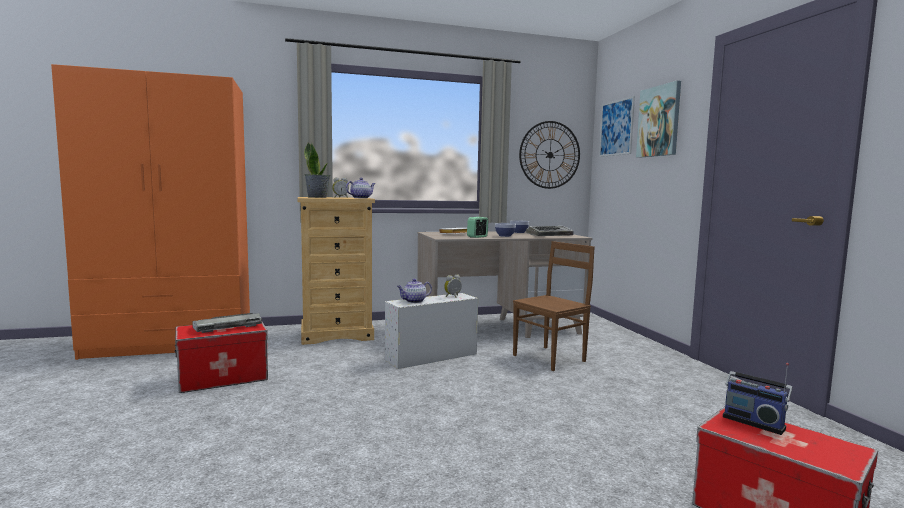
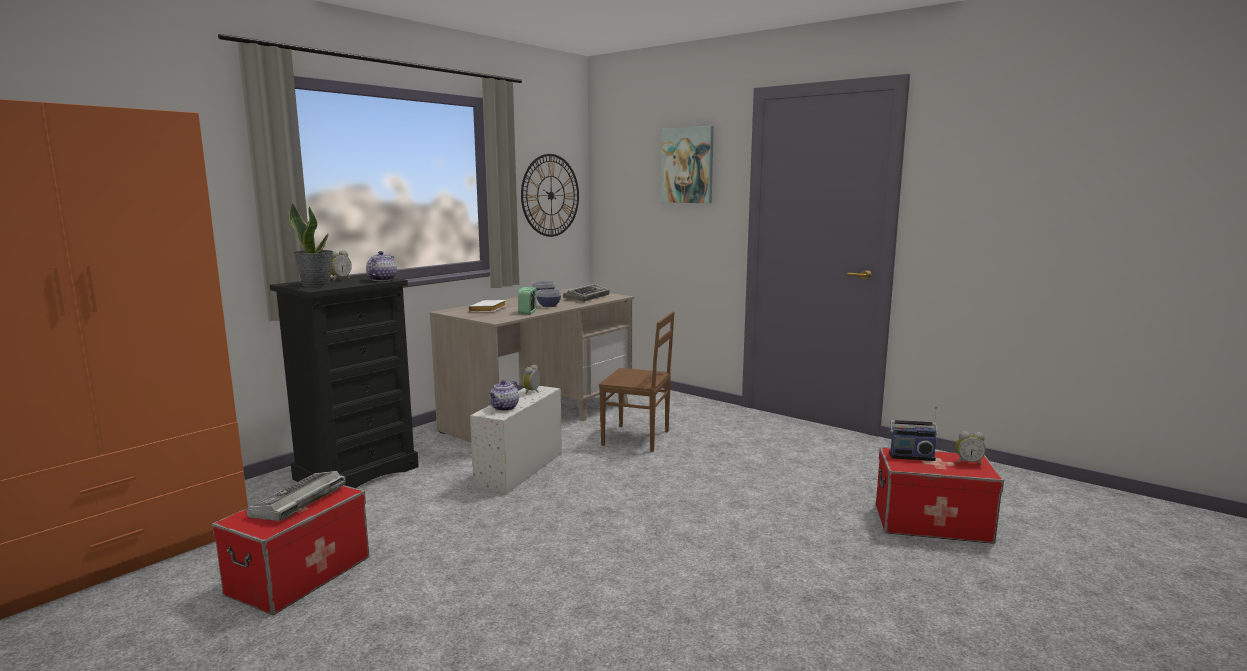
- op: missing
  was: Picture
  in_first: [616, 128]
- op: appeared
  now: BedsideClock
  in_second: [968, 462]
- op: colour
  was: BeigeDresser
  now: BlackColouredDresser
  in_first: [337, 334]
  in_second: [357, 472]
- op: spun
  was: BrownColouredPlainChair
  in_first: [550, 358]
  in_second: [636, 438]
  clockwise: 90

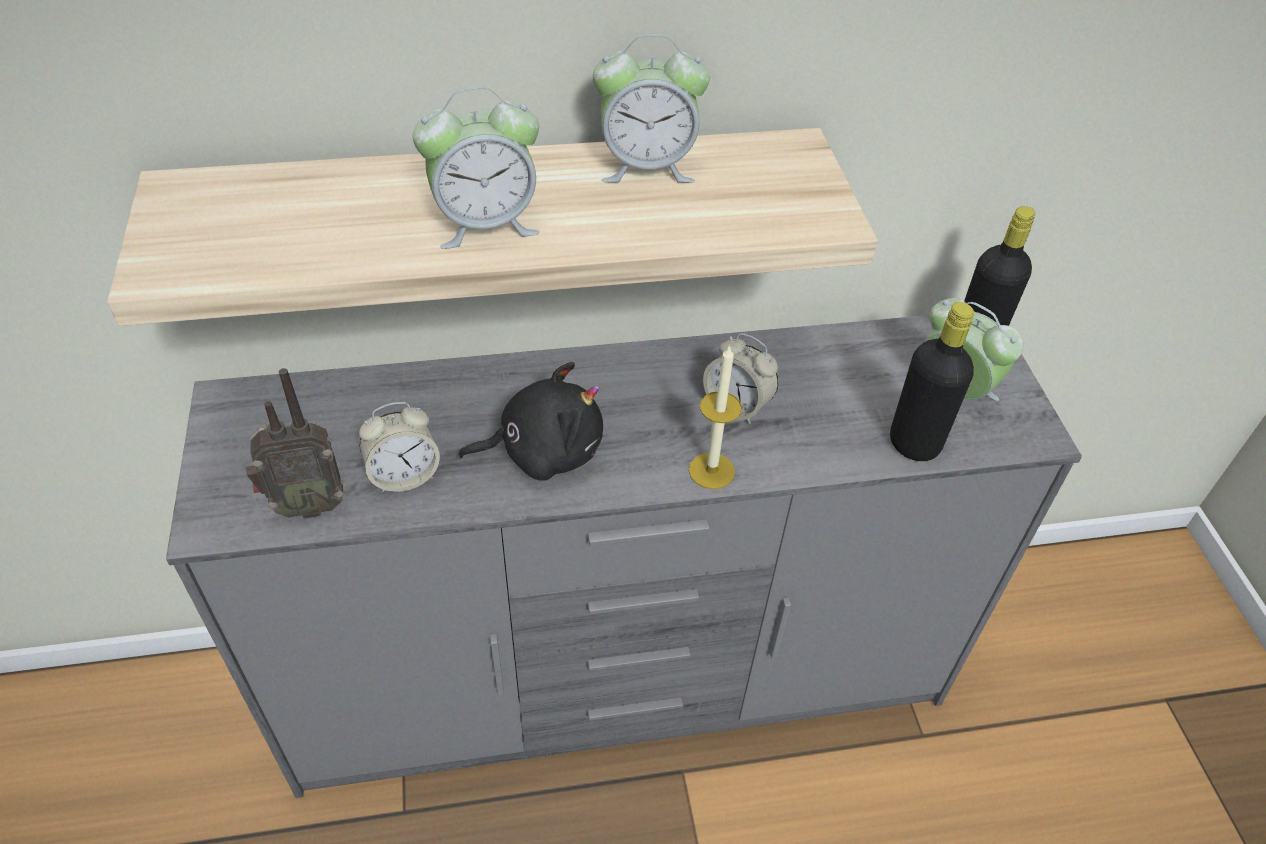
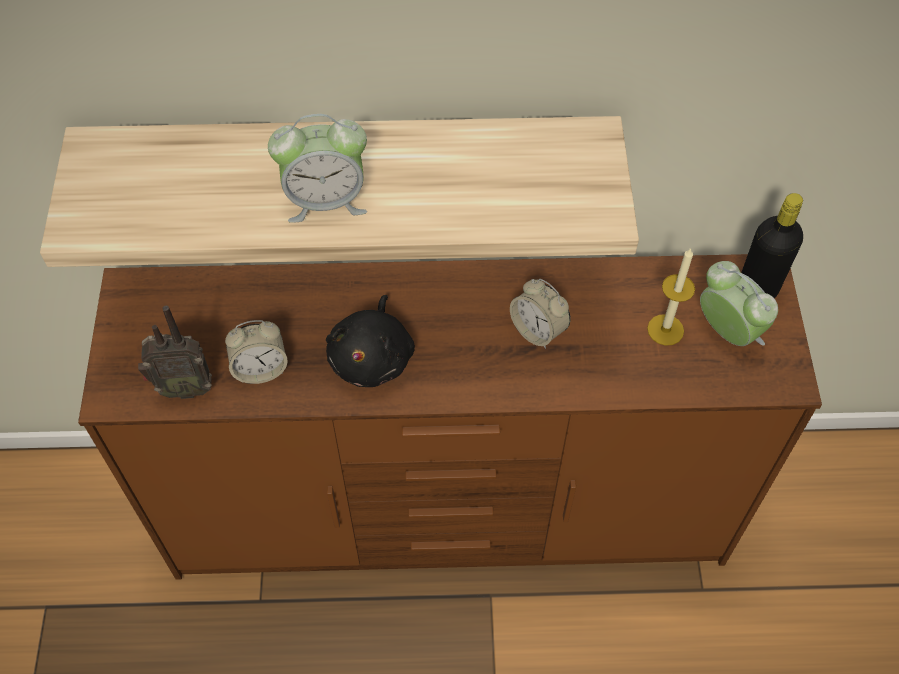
- op: missing
  was: BedsideClock
  in_first: [647, 167]
- op: missing
  was: BlackColouredDrinkBottle
  in_first: [914, 443]
- op: relocated
  was: Candle
  in_first: [711, 470]
  in_second: [665, 330]
- op: colour
  was: GreyishDresser
  now: BrownColouredDresser
  in_first: [622, 680]
  in_second: [451, 512]
- op: spun
  was: BlackColouredPlushToy
  in_first: [543, 451]
  in_second: [373, 357]
  clockwise: 105

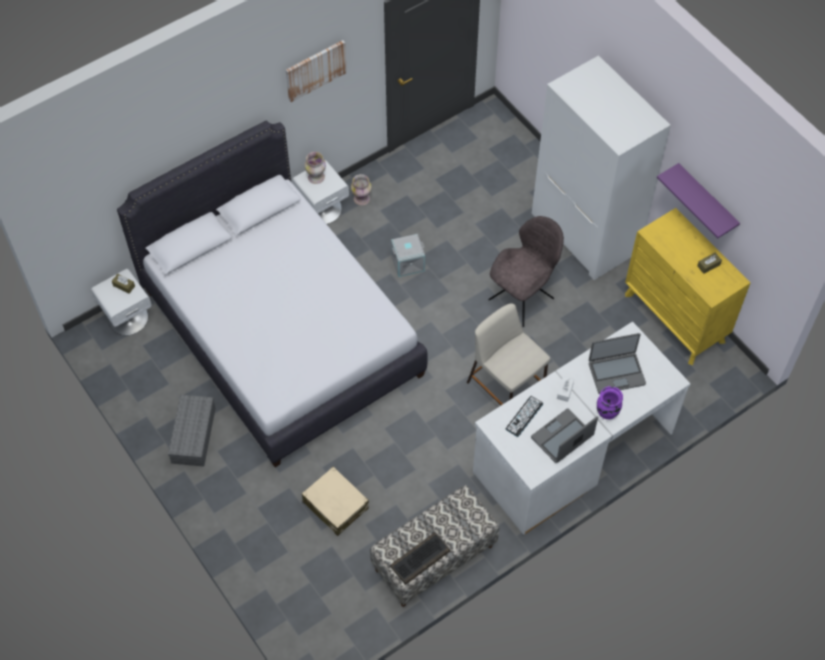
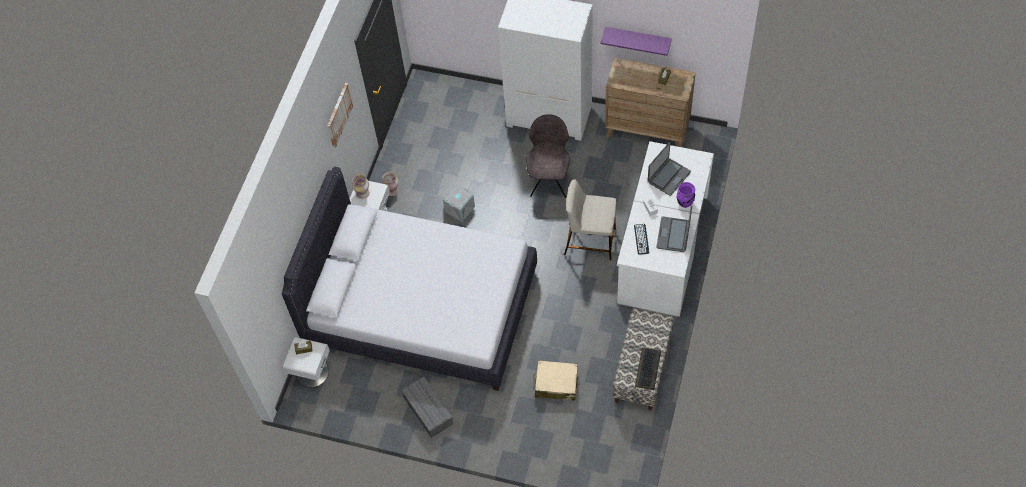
- op: colour
  was: YellowishDresser
  now: BrownColouredDresser
  in_first: [674, 318]
  in_second: [647, 130]

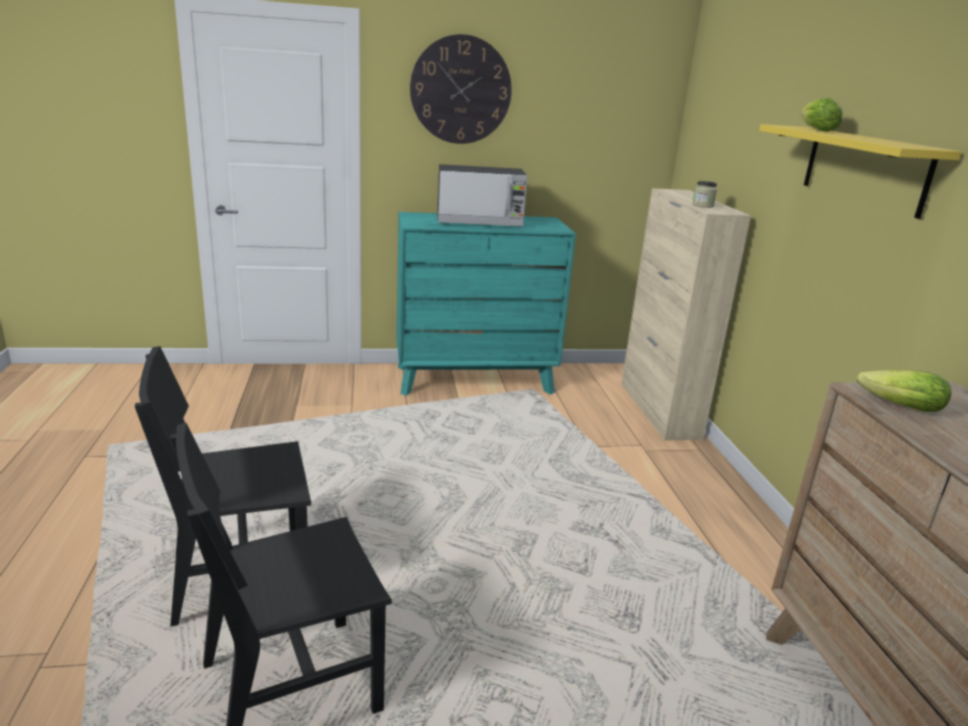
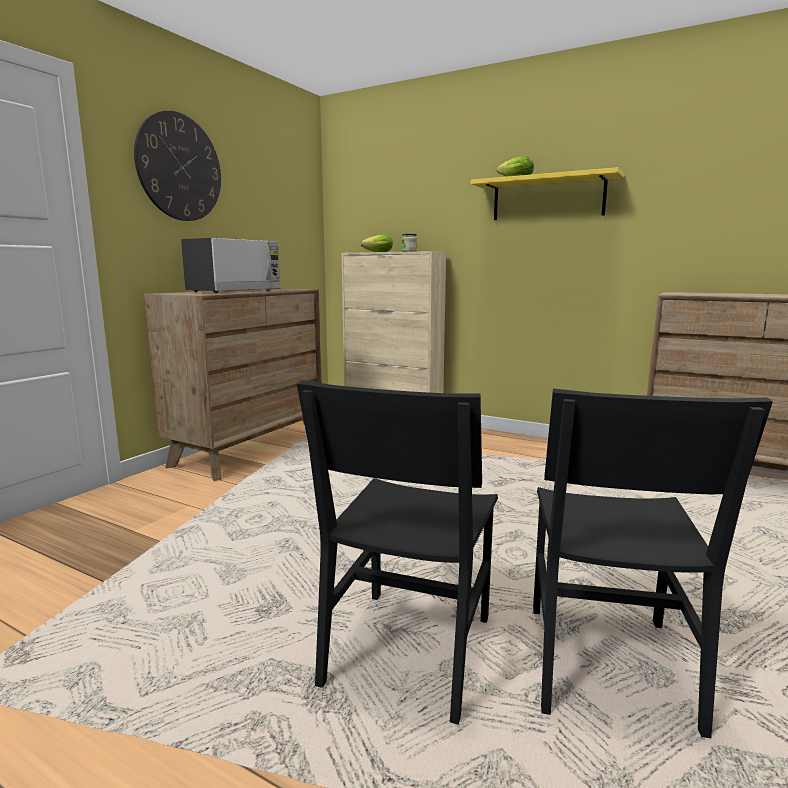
- op: relocated
  was: HeadOfLettuce
  in_first: [895, 405]
  in_second: [376, 252]
- op: colour
  was: TurquoiseDresser
  now: BrownColouredDresser
  in_first: [474, 379]
  in_second: [249, 450]

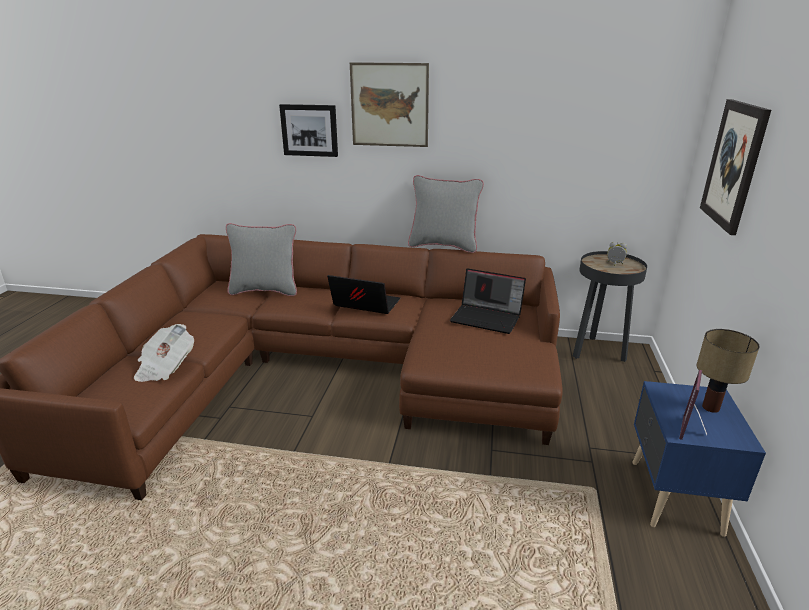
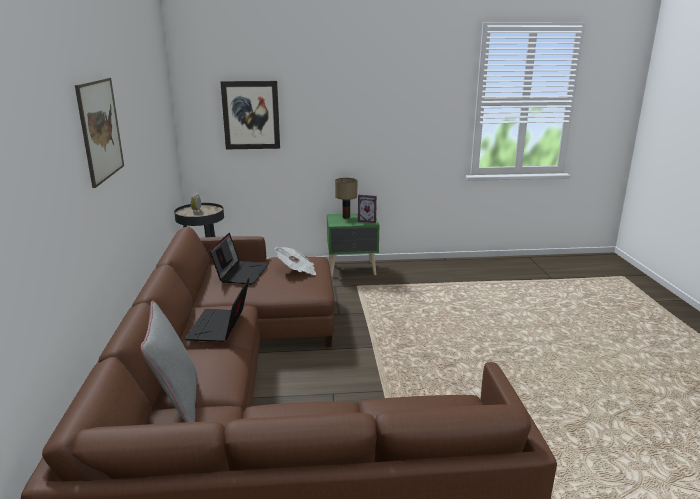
- op: missing
  was: Picture
  in_first: [309, 130]
- op: missing
  was: GreyishCushion
  in_first: [443, 246]
- op: relocated
  was: Newspaper
  in_first: [165, 367]
  in_second: [297, 271]
- op: colour
  was: BlueNightTable
  now: GreenColouredNightTable
  in_first: [673, 497]
  in_second: [352, 269]

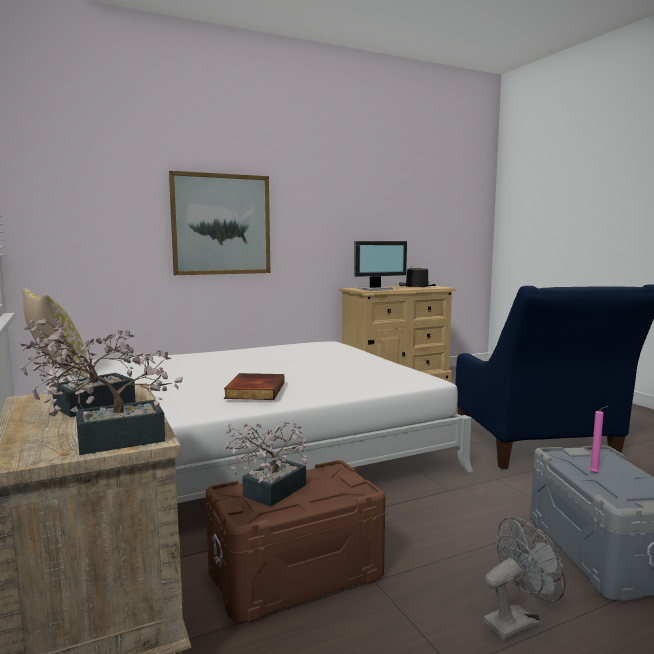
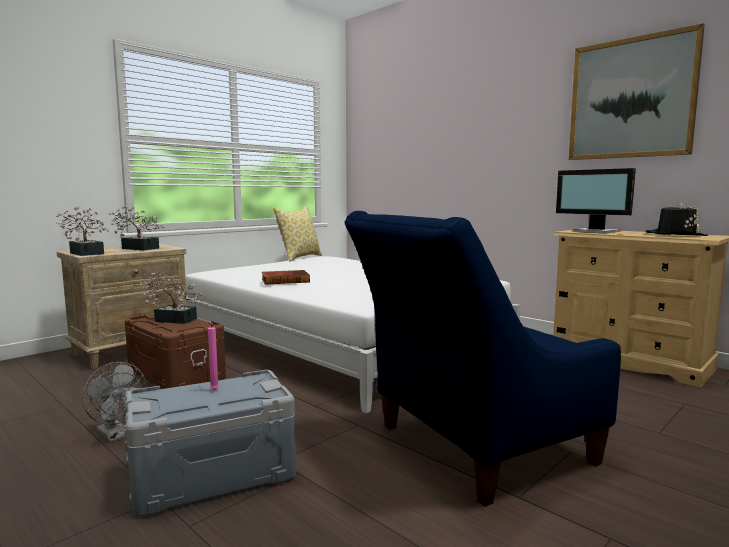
- op: relocated
  was: Picture
  in_first: [221, 224]
  in_second: [631, 98]

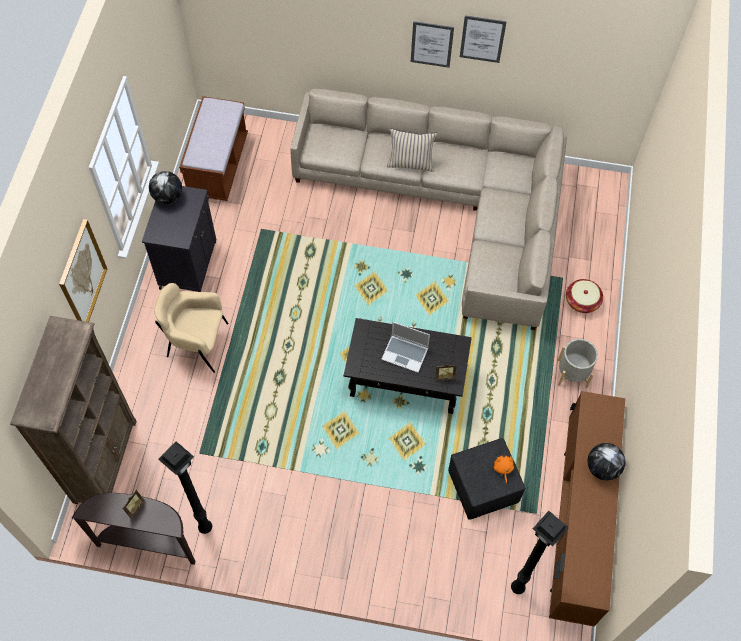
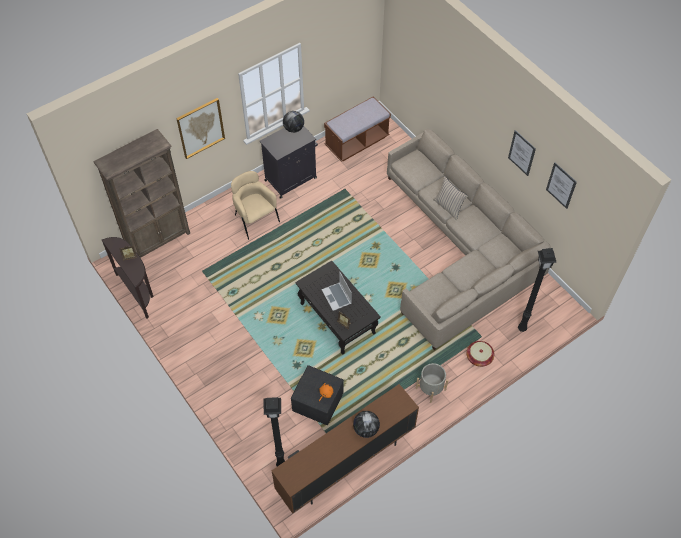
- op: relocated
  was: BlackColouredStandingLamp
  in_first: [204, 527]
  in_second: [521, 328]
- op: relocated
  was: Picture
  in_first: [431, 44]
  in_second: [561, 185]

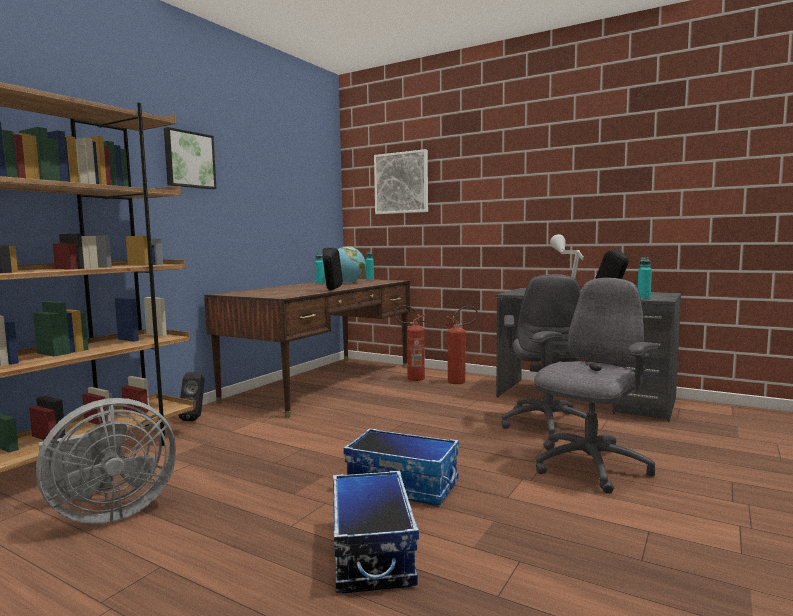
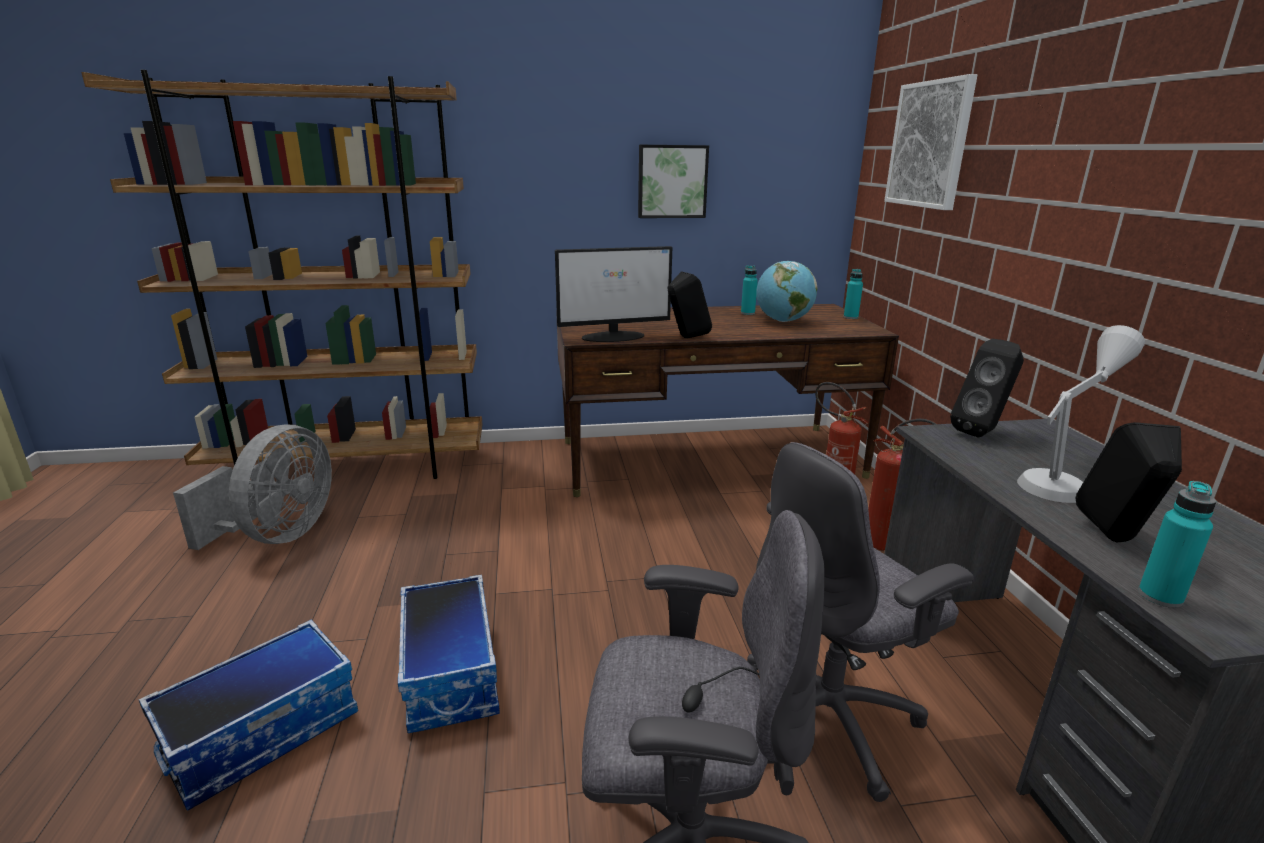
- op: appeared
  now: ComputerDisplay
  in_second: [614, 336]
- op: relocated
  was: Picture
  in_first: [189, 160]
  in_second: [672, 181]
- op: relocated
  was: BlackColouredLoudspeaker
  in_first: [195, 418]
  in_second: [982, 432]
- op: spun
  was: GreyishCoolingFan
  in_first: [107, 513]
  in_second: [278, 535]
  clockwise: -90

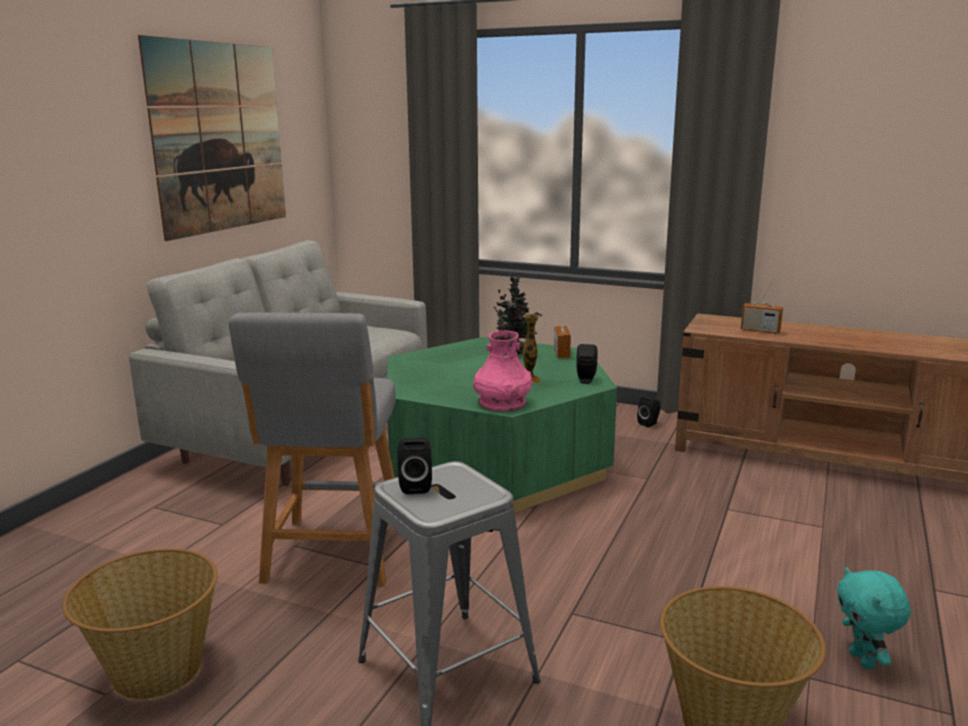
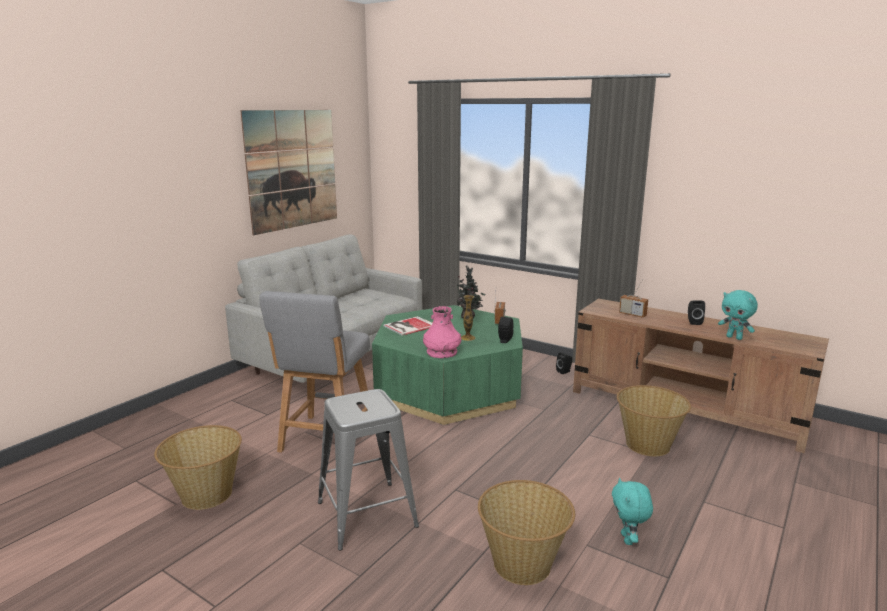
- op: appeared
  now: Volume
  in_second: [408, 326]
- op: appeared
  now: StorageBasket
  in_second: [648, 444]
- op: appeared
  now: TurquoisePlushToy
  in_second: [734, 338]
- op: relocated
  was: BlackColouredLoudspeaker
  in_first: [416, 486]
  in_second: [693, 322]

